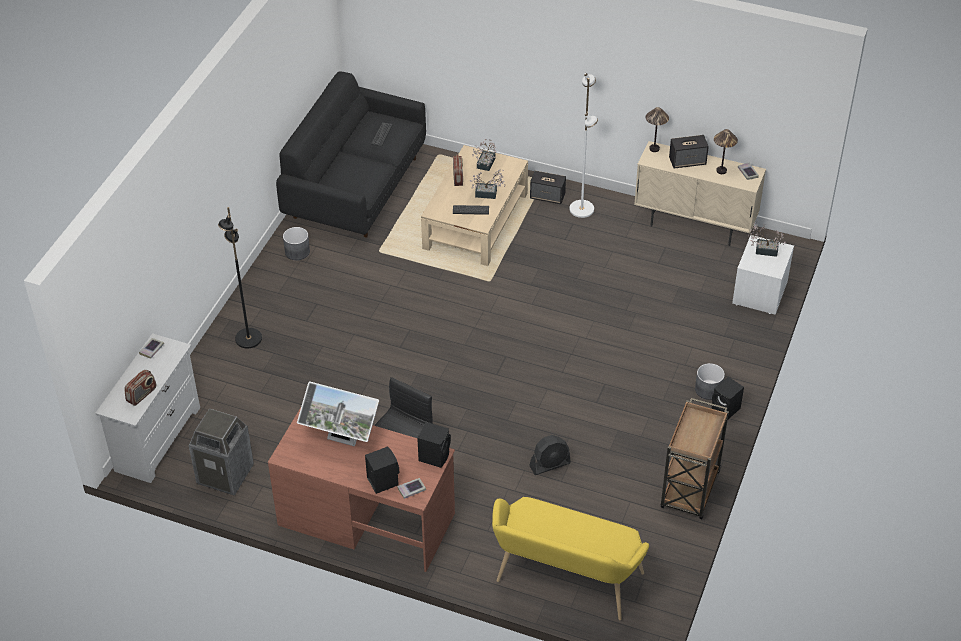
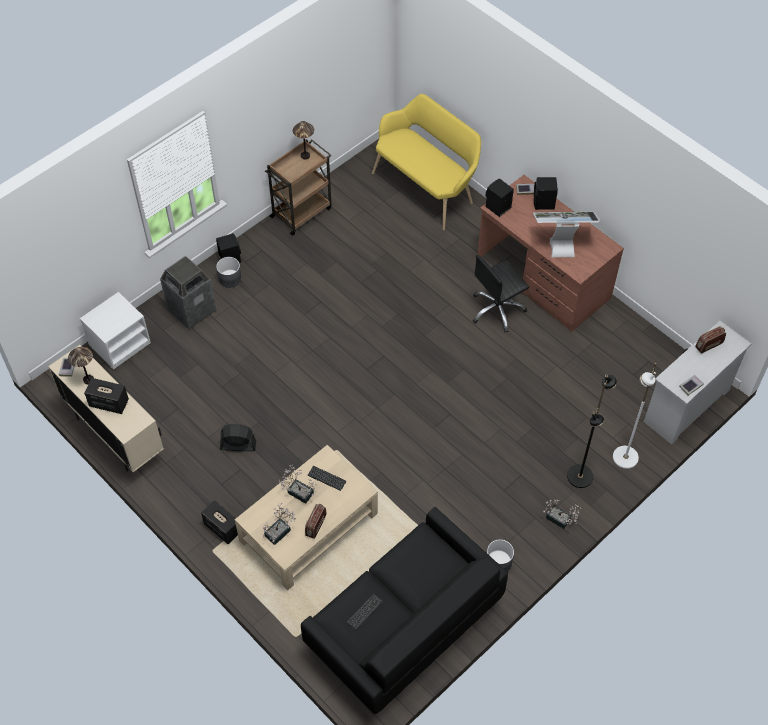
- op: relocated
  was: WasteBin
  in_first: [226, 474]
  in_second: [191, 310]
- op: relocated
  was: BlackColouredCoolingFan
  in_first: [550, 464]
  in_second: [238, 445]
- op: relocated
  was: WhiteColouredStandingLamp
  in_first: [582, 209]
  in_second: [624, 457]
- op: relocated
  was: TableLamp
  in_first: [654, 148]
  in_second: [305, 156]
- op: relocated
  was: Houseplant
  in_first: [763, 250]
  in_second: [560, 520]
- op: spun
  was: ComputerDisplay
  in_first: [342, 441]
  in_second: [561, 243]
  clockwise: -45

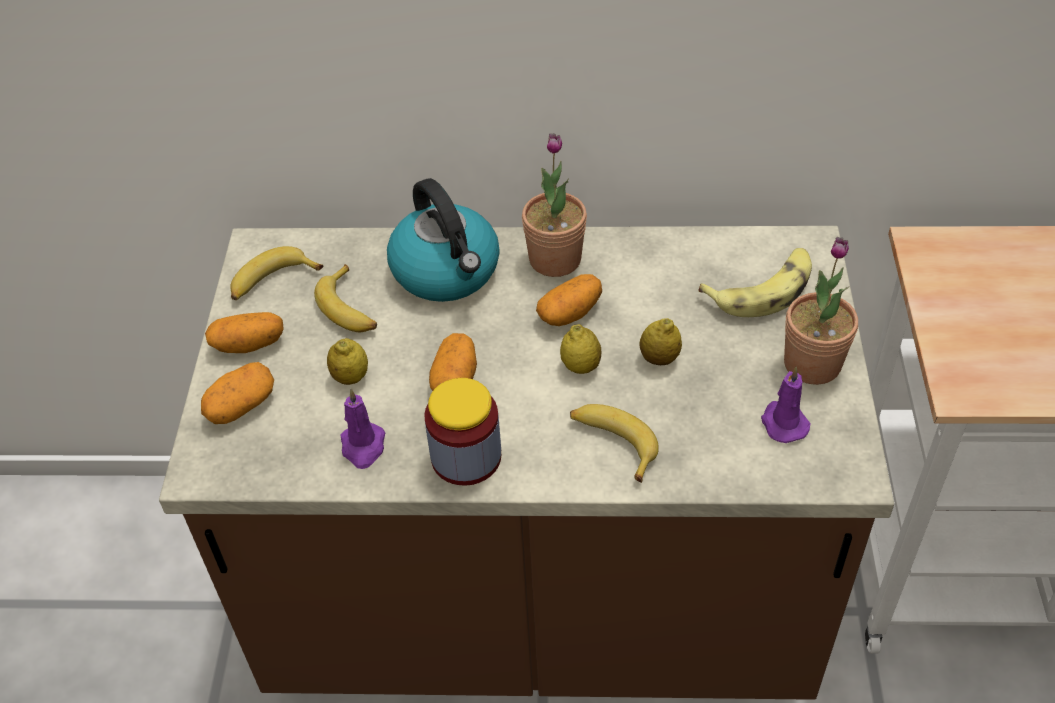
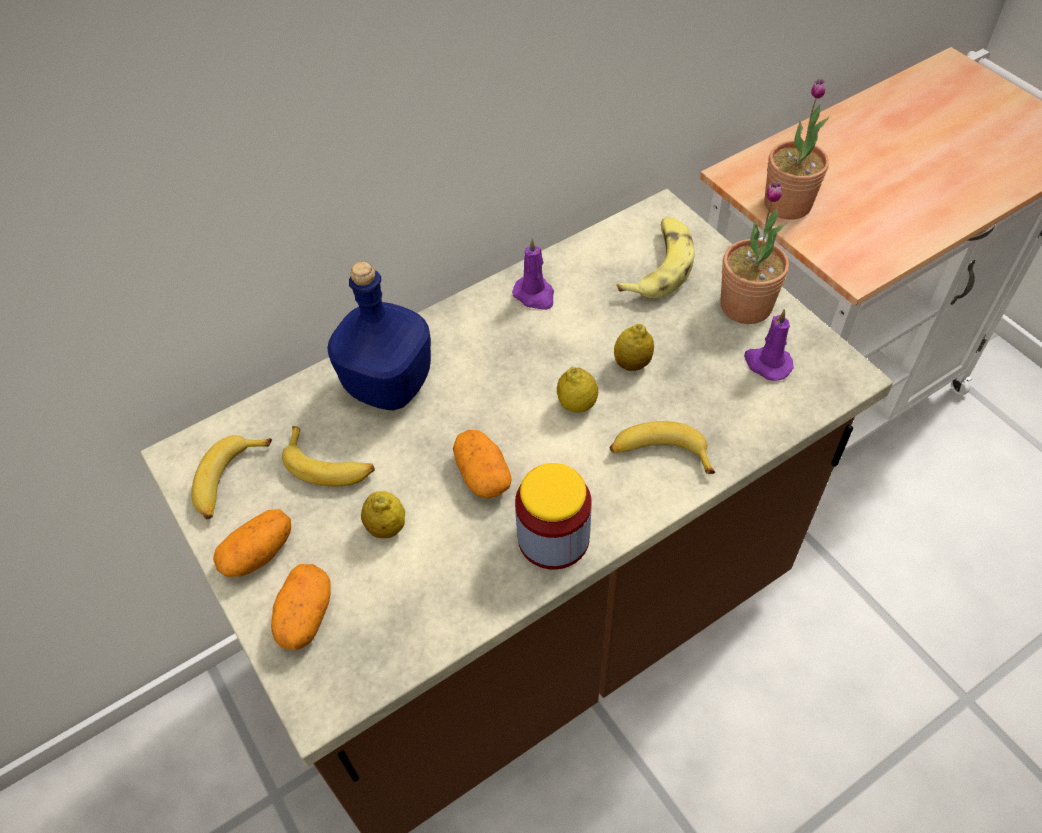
- op: missing
  was: Potato
  in_first: [570, 313]
- op: relocated
  was: PurplishCandle
  in_first: [363, 447]
  in_second: [535, 295]
- op: relocated
  was: Houseplant
  in_first: [555, 259]
  in_second: [787, 204]
- op: exchanged
  was: Kettle
  now: BlueDrinkBottle
  in_first: [447, 271]
  in_second: [389, 384]

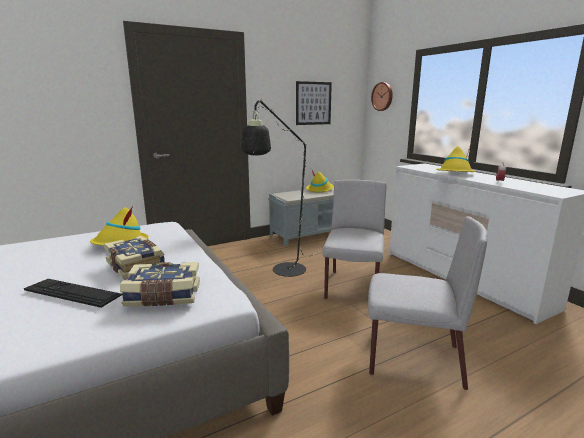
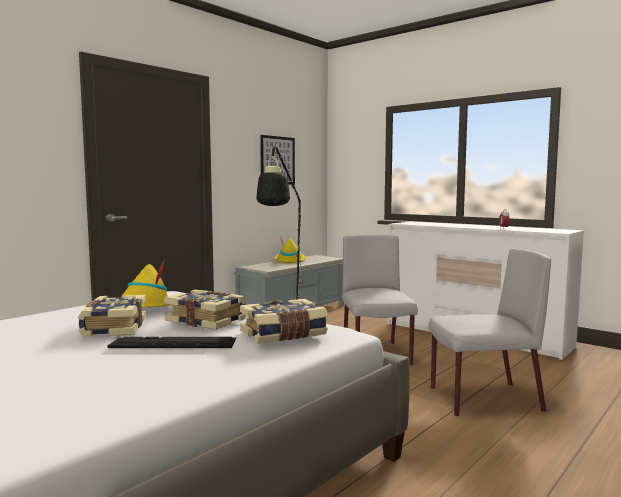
- op: missing
  was: WallClock
  in_first: [382, 96]
- op: missing
  was: YellowishWearableHat
  in_first: [455, 174]
- op: appeared
  now: Volume
  in_second: [113, 328]

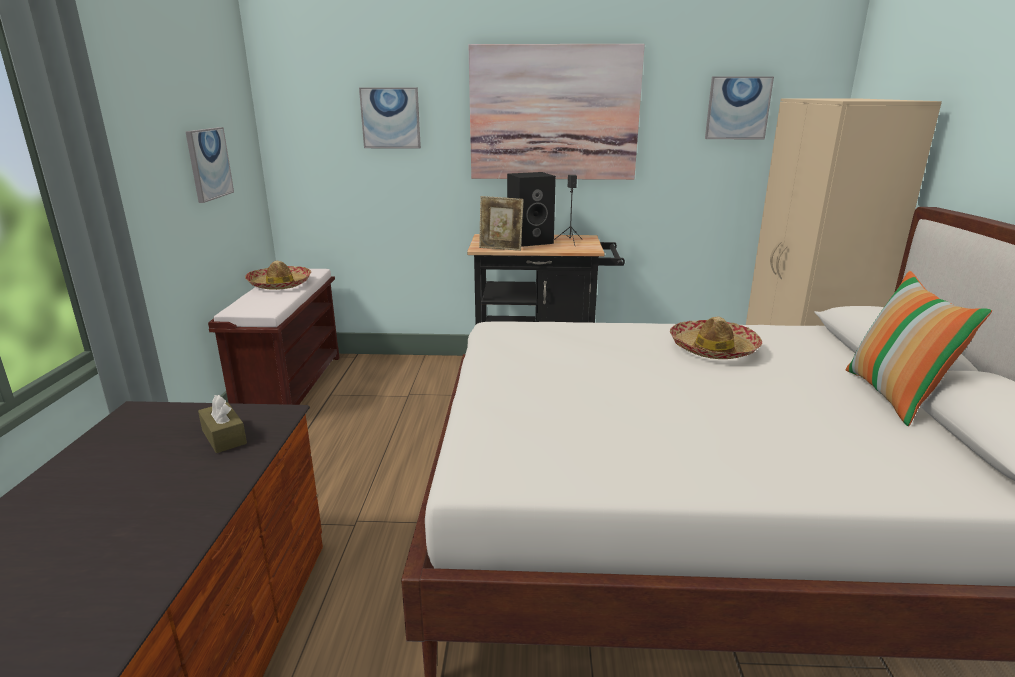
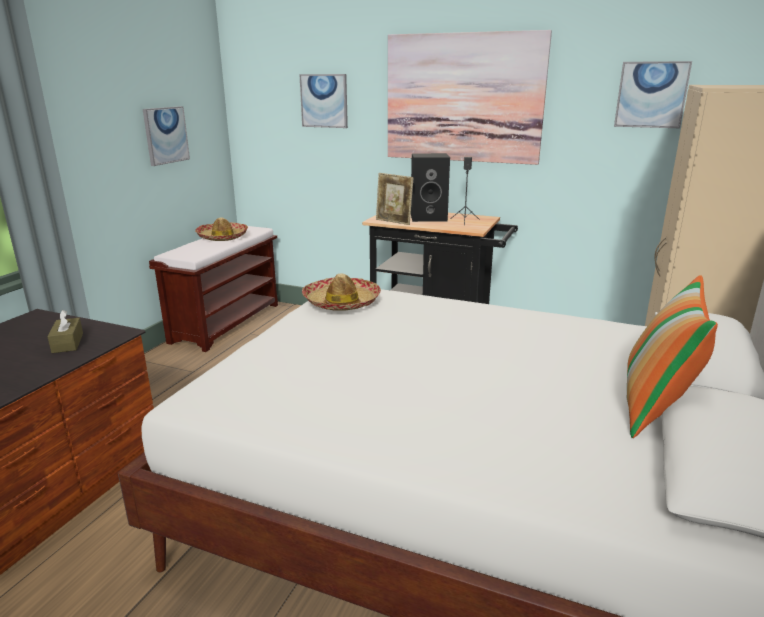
- op: relocated
  was: WearableHat
  in_first: [713, 349]
  in_second: [341, 302]

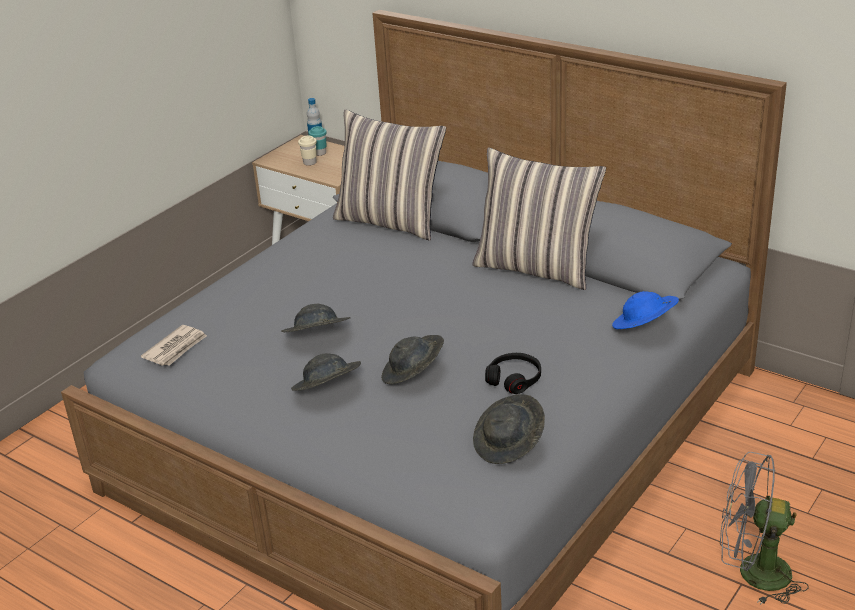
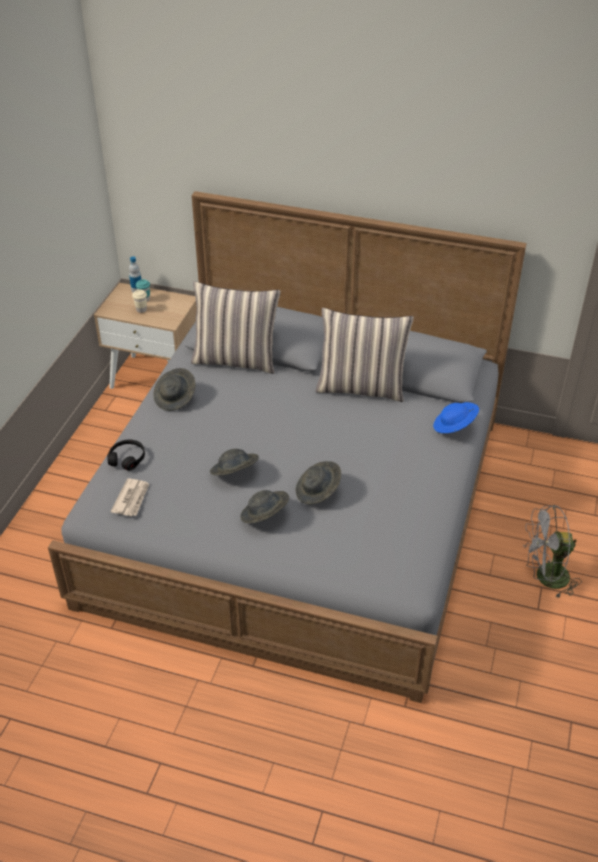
- op: relocated
  was: GreyishWearableHat
  in_first: [509, 444]
  in_second: [175, 398]
- op: relocated
  was: BlackColouredPairOfHeadphones
  in_first: [514, 379]
  in_second: [127, 458]

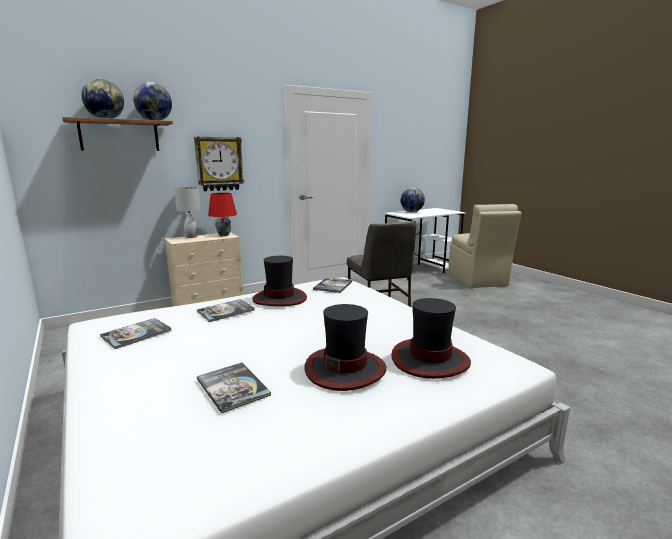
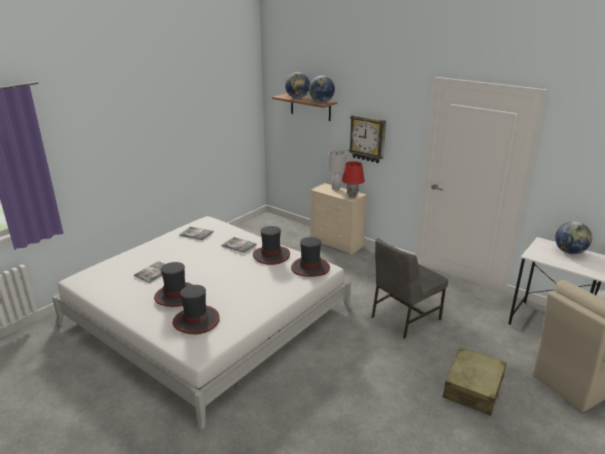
- op: appeared
  now: BeigePieceOfLuggage
  in_second: [473, 388]
- op: exchanged
  was: Volume
  now: WearableHat
  in_first: [333, 286]
  in_second: [310, 268]

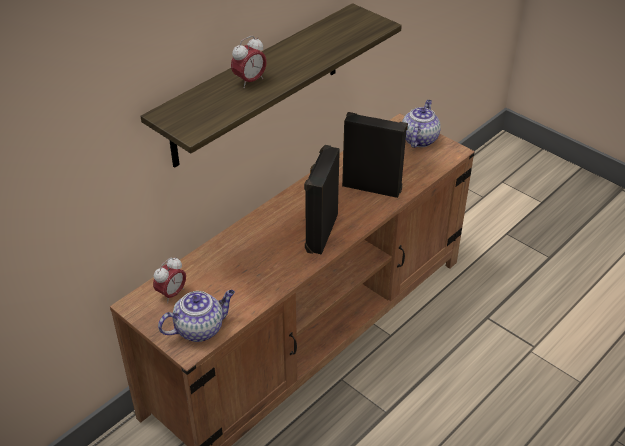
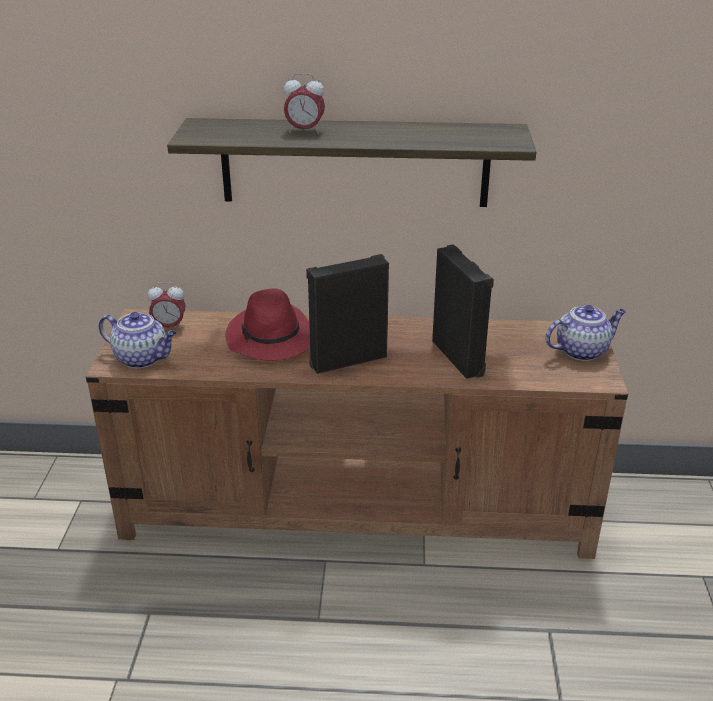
- op: appeared
  now: RedColouredWearableHat
  in_second: [273, 339]

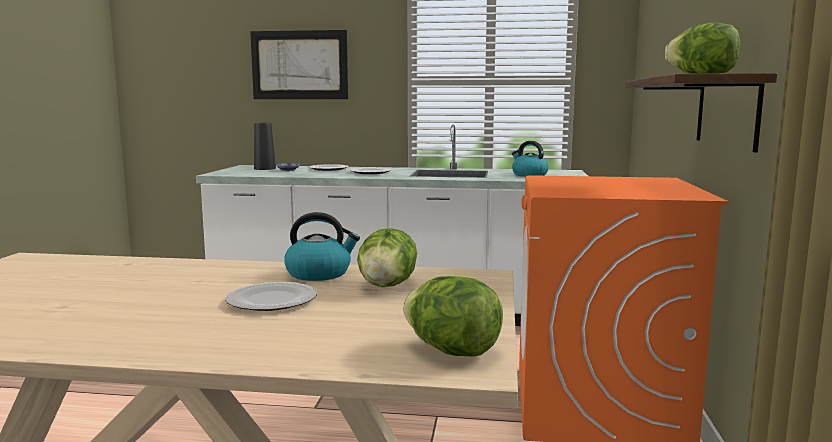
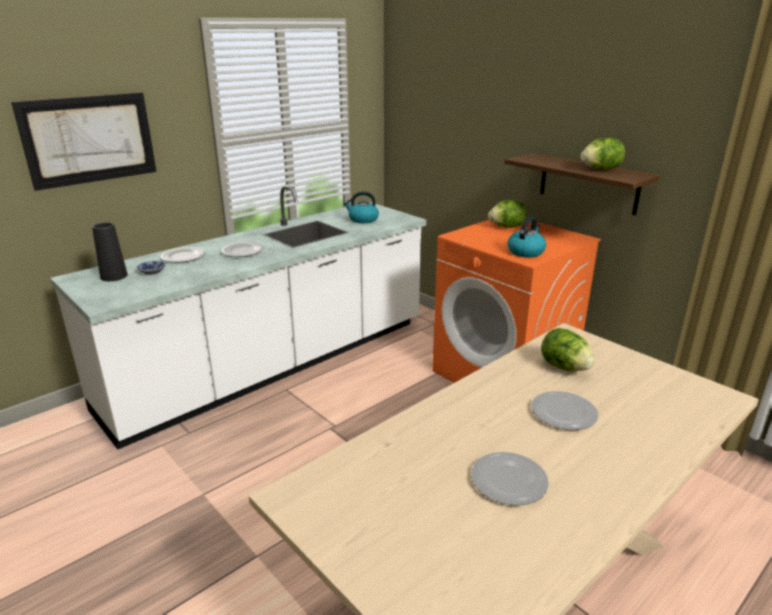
- op: appeared
  now: FlatDish
  in_second: [508, 480]
- op: relocated
  was: Kettle
  in_first: [319, 273]
  in_second: [525, 252]
- op: relocated
  was: HeadOfLettuce
  in_first: [452, 351]
  in_second: [507, 227]

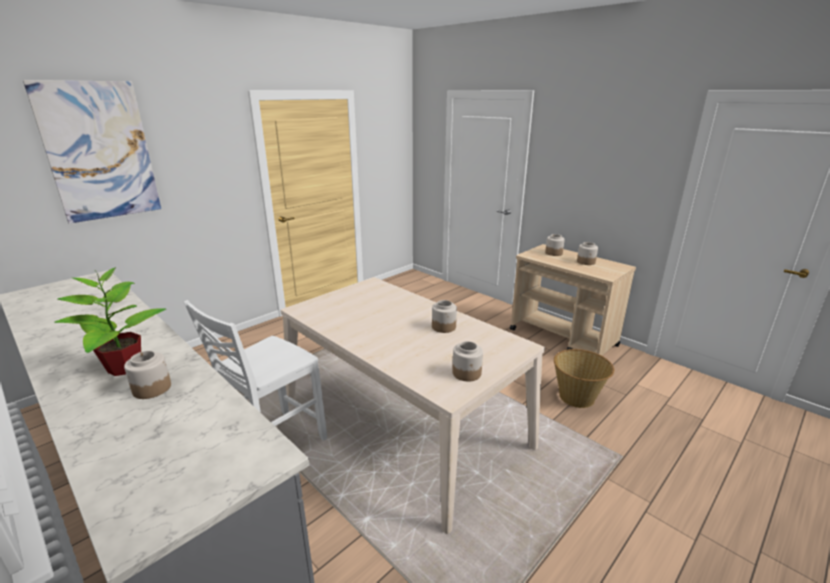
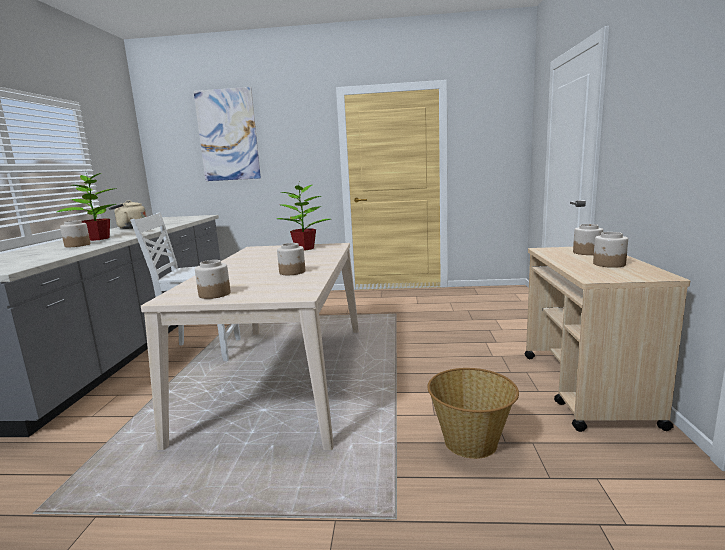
- op: appeared
  now: BeigeKettle
  in_second: [130, 228]
- op: appeared
  now: Houseplant
  in_second: [305, 248]

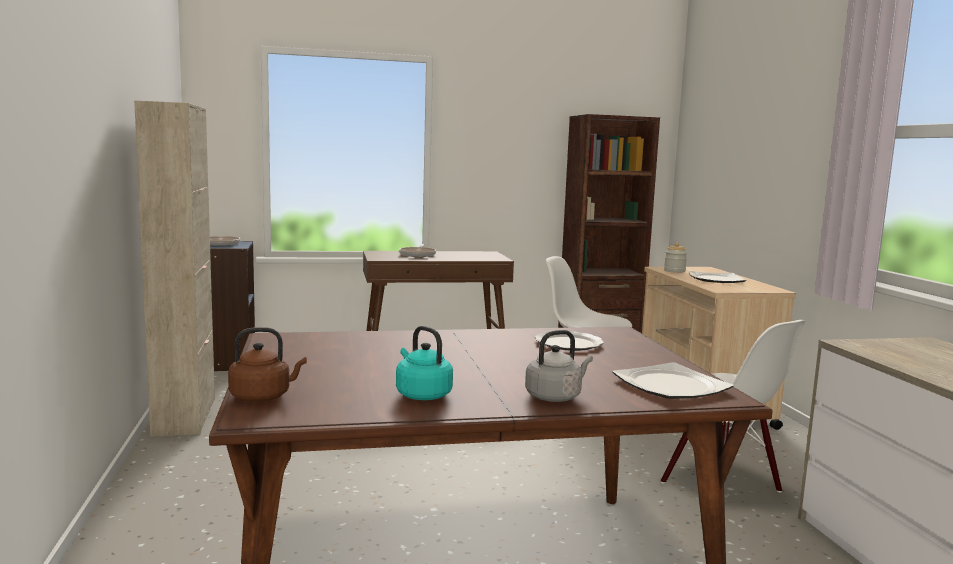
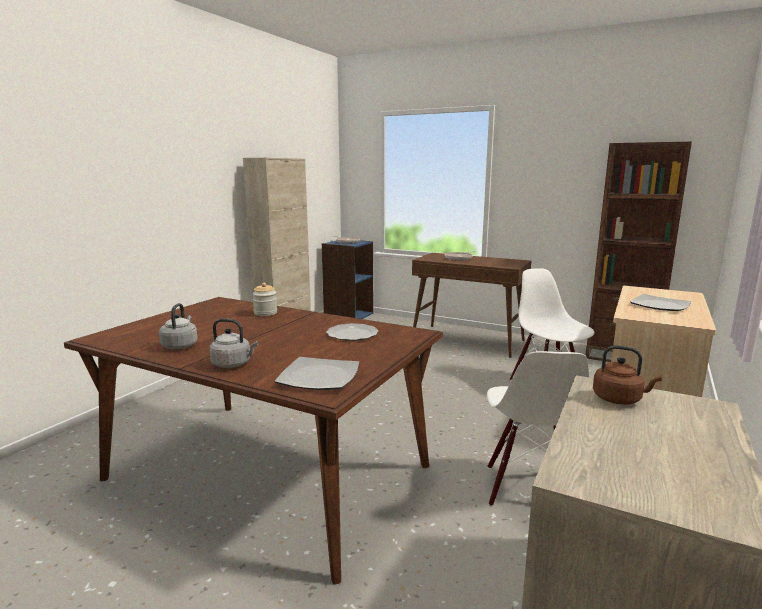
- op: relocated
  was: BrownColouredKettle
  in_first: [263, 397]
  in_second: [619, 399]
- op: relocated
  was: StorageJar
  in_first: [674, 271]
  in_second: [265, 313]
- op: colour
  was: TurquoiseKettle
  now: GreyishKettle
  in_first: [421, 394]
  in_second: [180, 345]

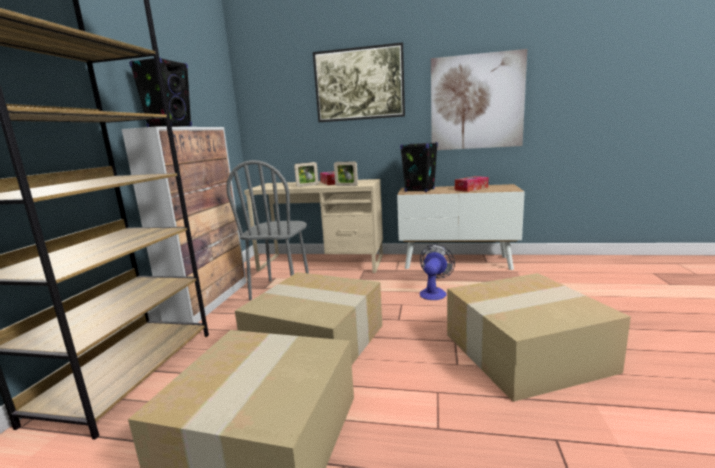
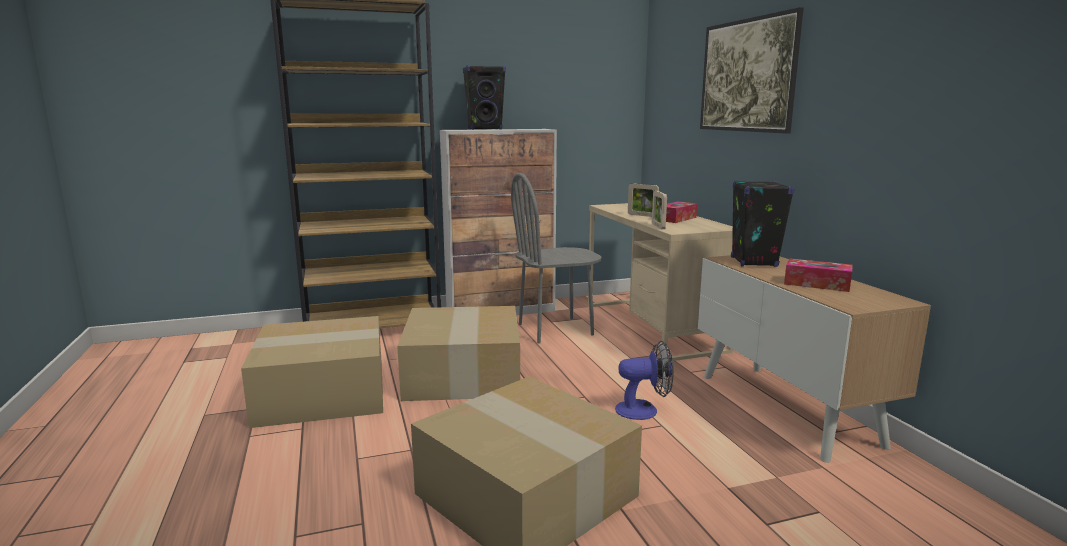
- op: missing
  was: Picture
  in_first: [476, 102]

